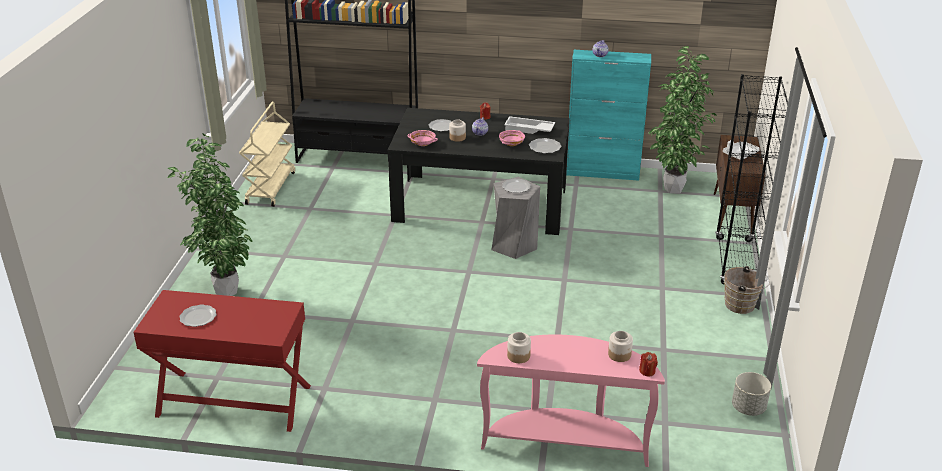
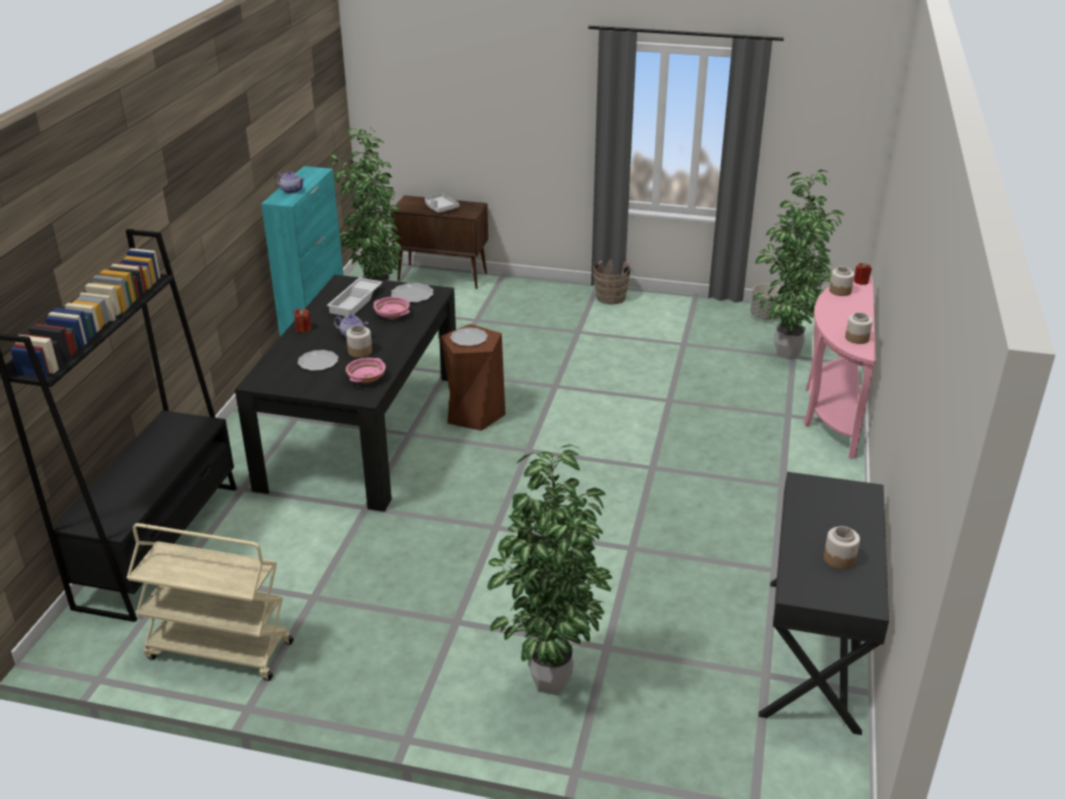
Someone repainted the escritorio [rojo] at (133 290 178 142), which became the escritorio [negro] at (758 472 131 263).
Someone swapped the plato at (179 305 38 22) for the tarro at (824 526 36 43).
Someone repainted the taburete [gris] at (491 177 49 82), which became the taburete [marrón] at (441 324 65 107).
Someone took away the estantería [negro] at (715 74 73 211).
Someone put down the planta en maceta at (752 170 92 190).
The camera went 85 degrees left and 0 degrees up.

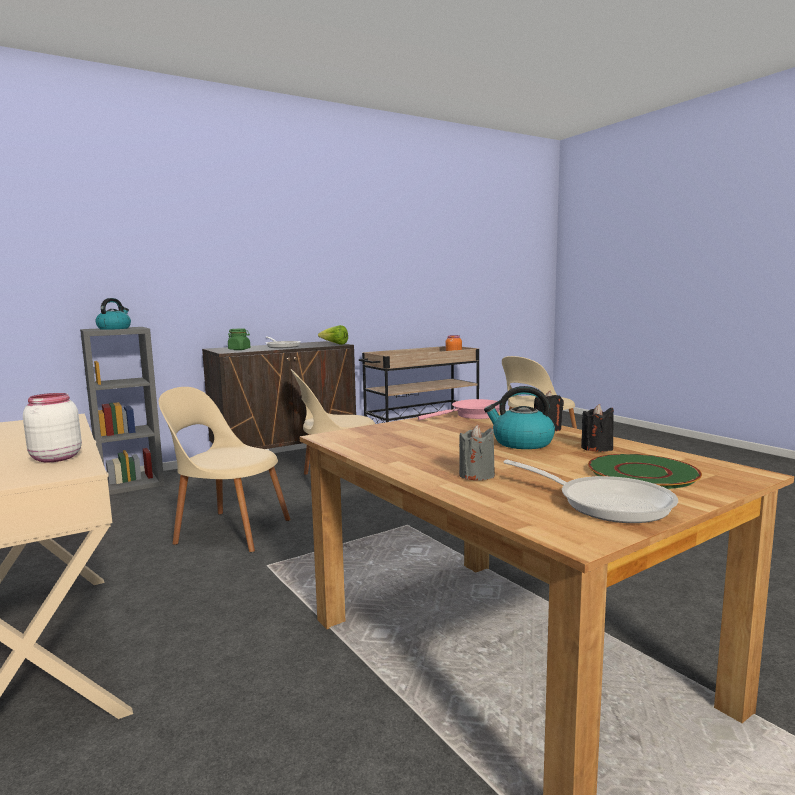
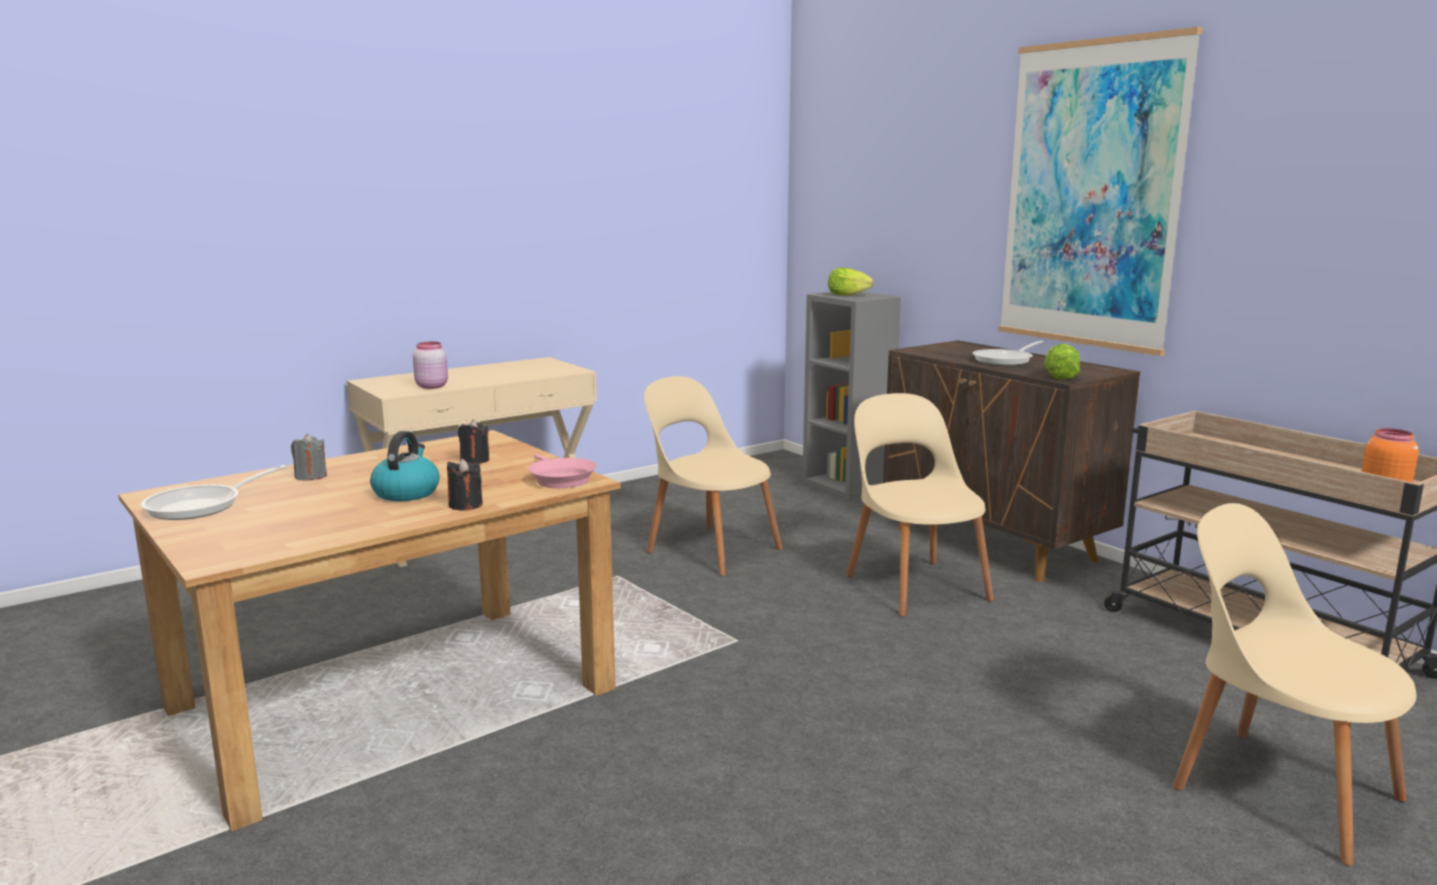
Someone repainted the tarro [blanco] at (23 393 59 69), which became the tarro [rosa] at (413 342 35 47).
Someone swapped the hervidor at (95 298 36 32) for the lechuga at (828 268 46 28).
Someone rotated the silla [beis] at (159 387 132 165) by 60 degrees counterclockwise.
Someone took away the tarro [verde] at (228 328 22 22).
Someone carried the vela [negro] from (581 404 33 48) to (458 419 31 45).
Someone took away the plato [verde] at (588 454 114 35).
Someone put up the cuadro at (998 27 204 329).
The camera went 85 degrees right and 5 degrees up.

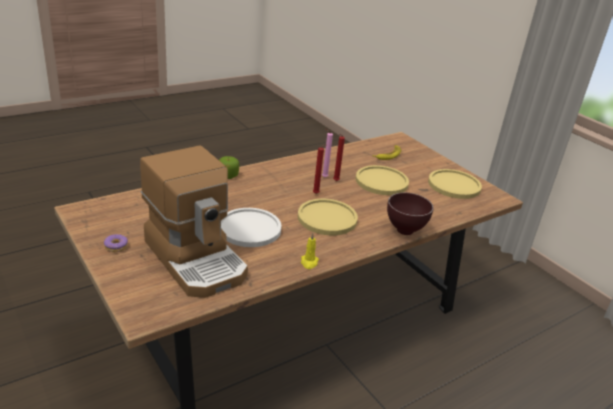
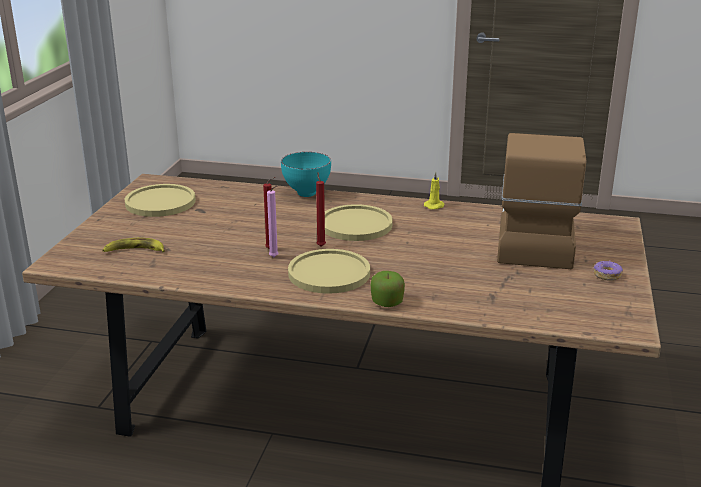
Someone took away the plato [blanco] at (221 208 60 39).
Someone carried the plato [amarillo] from (356 165 53 30) to (288 249 82 45).
Someone repainted the cuenco [marrón] at (387 192 47 43), which became the cuenco [turquesa] at (281 152 50 45).
The camera went 130 degrees left and 5 degrees down.

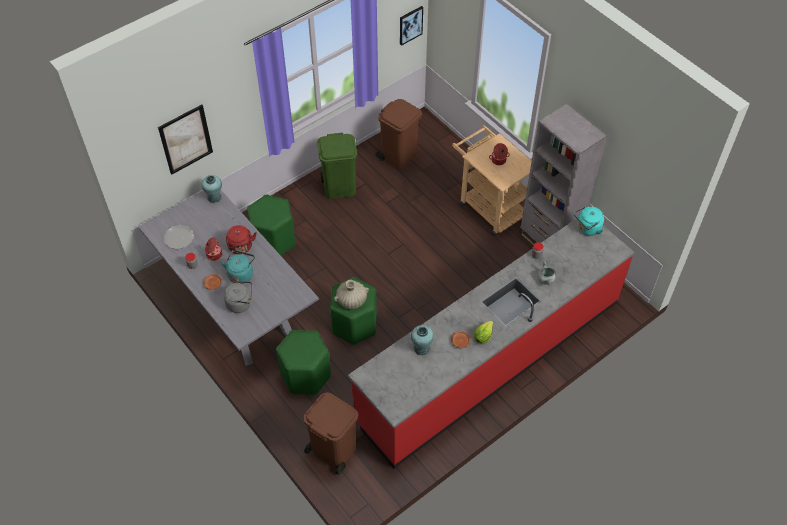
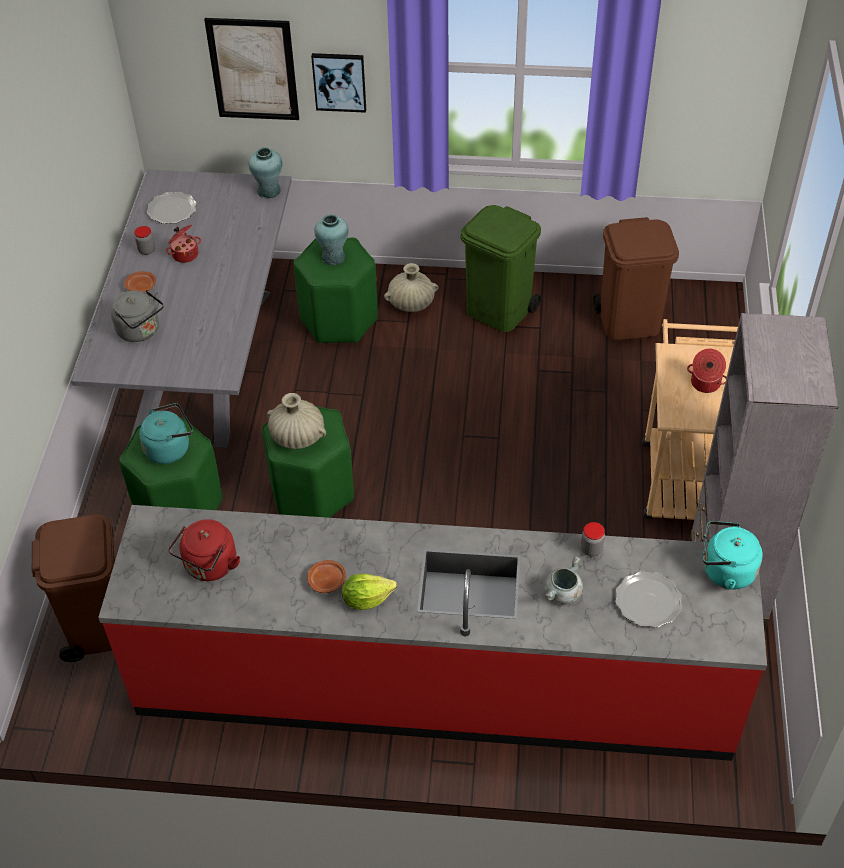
Someone carried the hervidor [turquesa] from (221 250 34 34) to (139 403 54 61).
Someone carried the hervidor [rojo] from (226 225 31 29) to (168 519 72 62).
Someone carried the cuadro from (400 6 23 40) to (311 53 55 60).
Someone carried the florero [turquesa] from (411 325 23 30) to (314 214 35 51).
Someone put down the florero [beis] at (384 263 54 49).
Someone put down the plato at (616 571 66 57).
The camera went 45 degrees right and 5 degrees down.

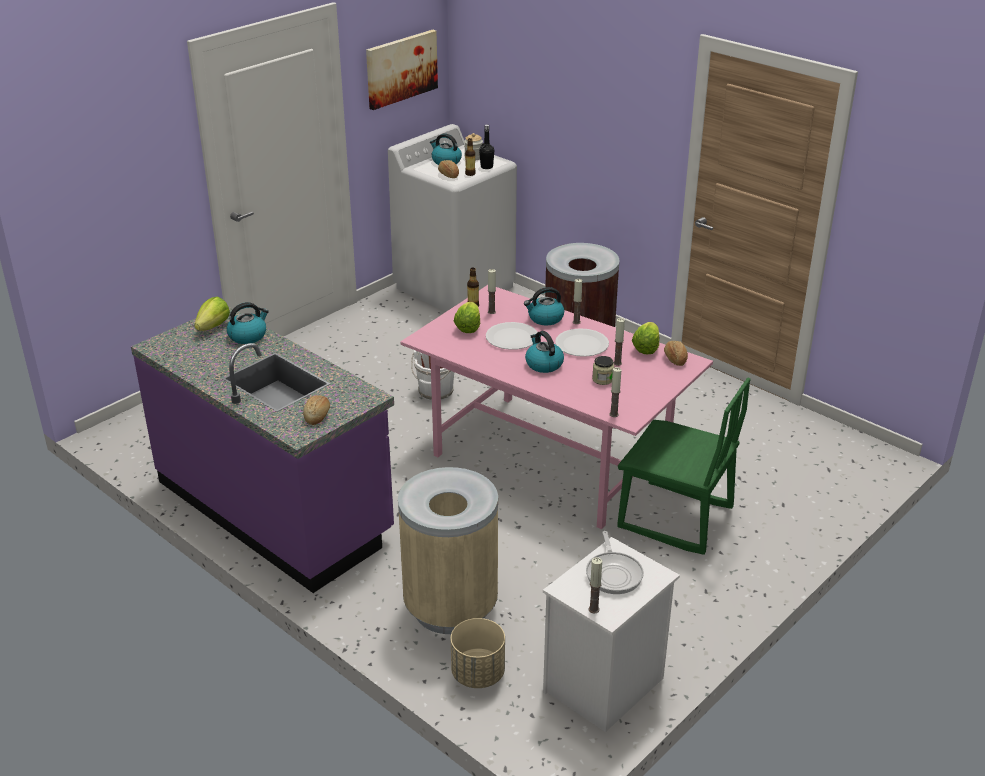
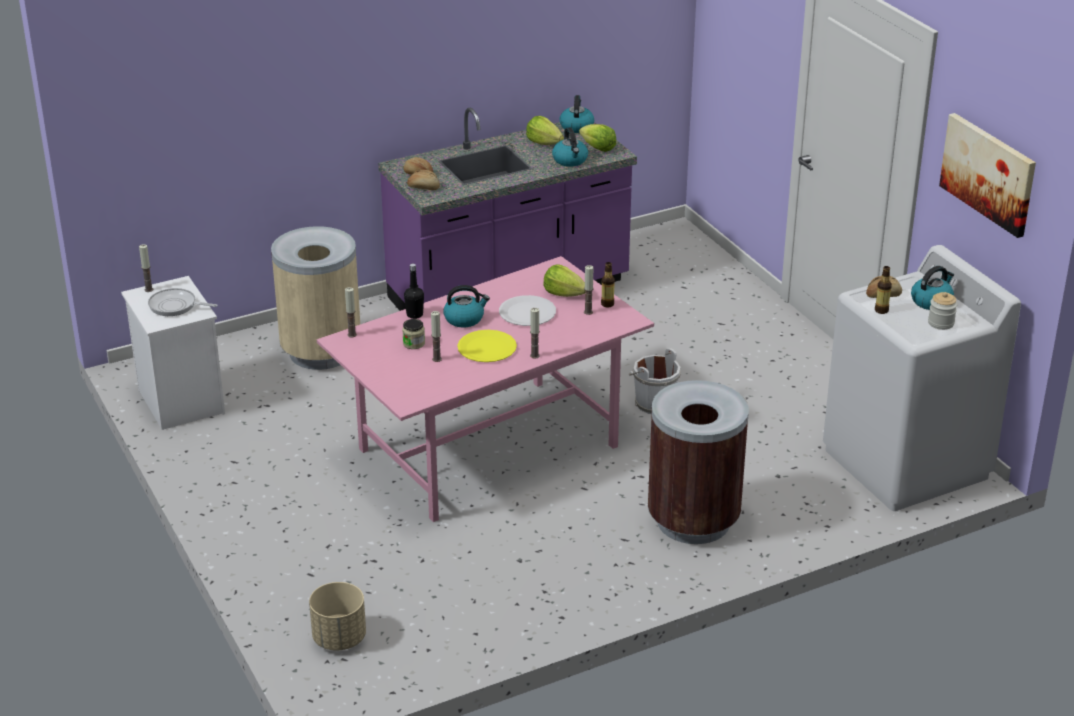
Someone carried the maceta [beis] from (451 618 54 70) to (309 582 57 68).
Someone carried the botella [negro] from (479 125 15 44) to (404 264 20 55).
Someone carried the hervidor from (524 287 40 38) to (560 95 34 38).
Someone repainted the plato [blanco] at (555 328 54 29), which became the plato [amarillo] at (457 330 60 32).
Someone took away the silla [verde] at (618 378 133 177).
Someone carried the lechuga from (632 322 27 32) to (526 116 38 29).
Someone carried the pan from (664 341 24 25) to (407 170 33 20).
The camera went 110 degrees right and 0 degrees up.

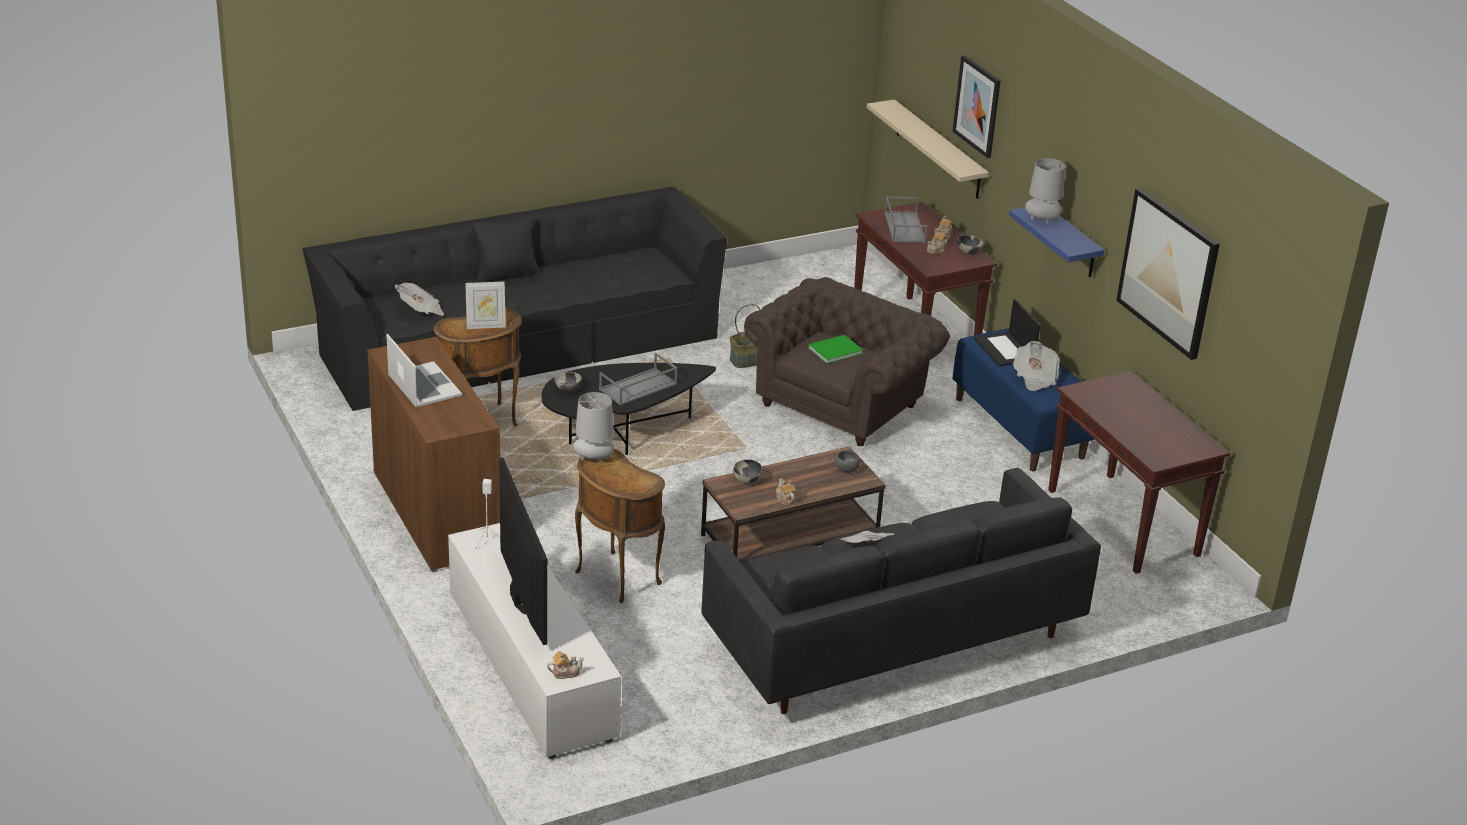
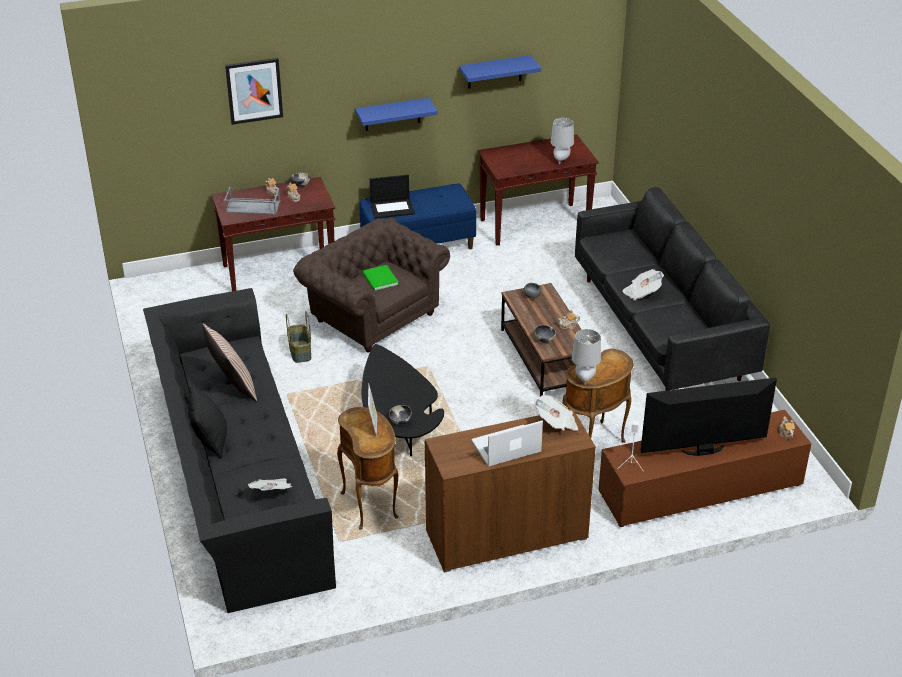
Someone repainted the mueble de televisión [blanco] at (448 523 173 236), which became the mueble de televisión [marrón] at (598 410 214 117).
Someone took away the bandeja [gris] at (599 353 79 52).
Someone took away the estante [beis] at (866 99 123 100).
Someone carried the periódico from (1013 341 47 50) to (534 395 45 36).
Someone carried the lámpara de mesa [gris] from (1025 158 40 66) to (551 118 23 46).
Someone swapped the cuadro at (1116 188 104 172) for the estante [azul] at (459 55 82 33).
Someone put down the cojín at (202 324 55 78).
The camera went 80 degrees left and 5 degrees up.

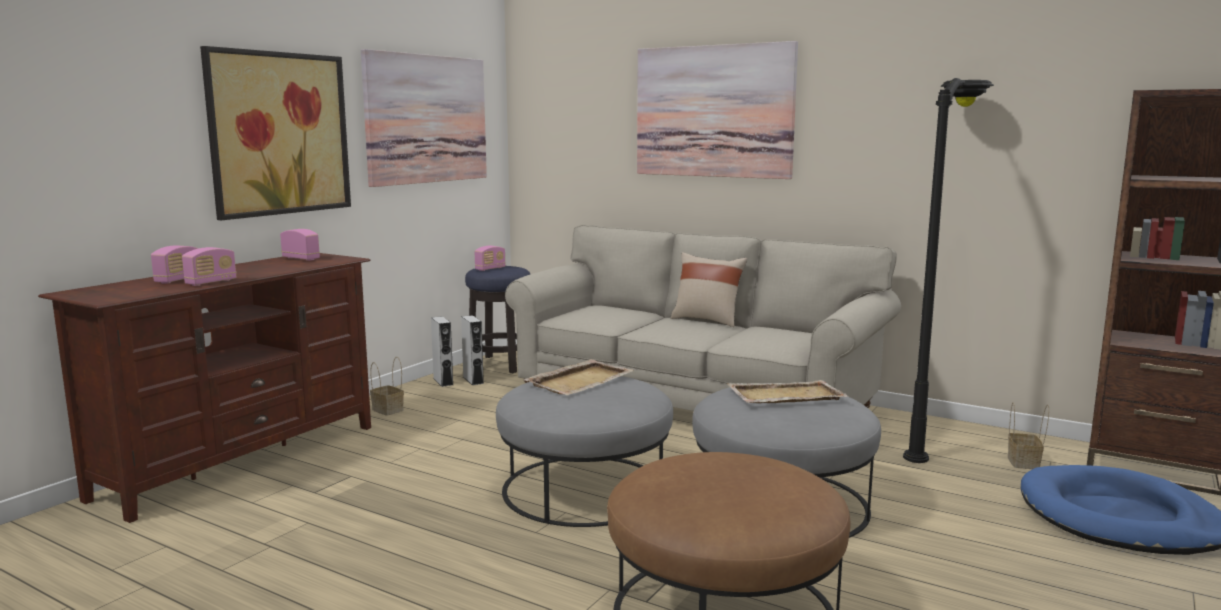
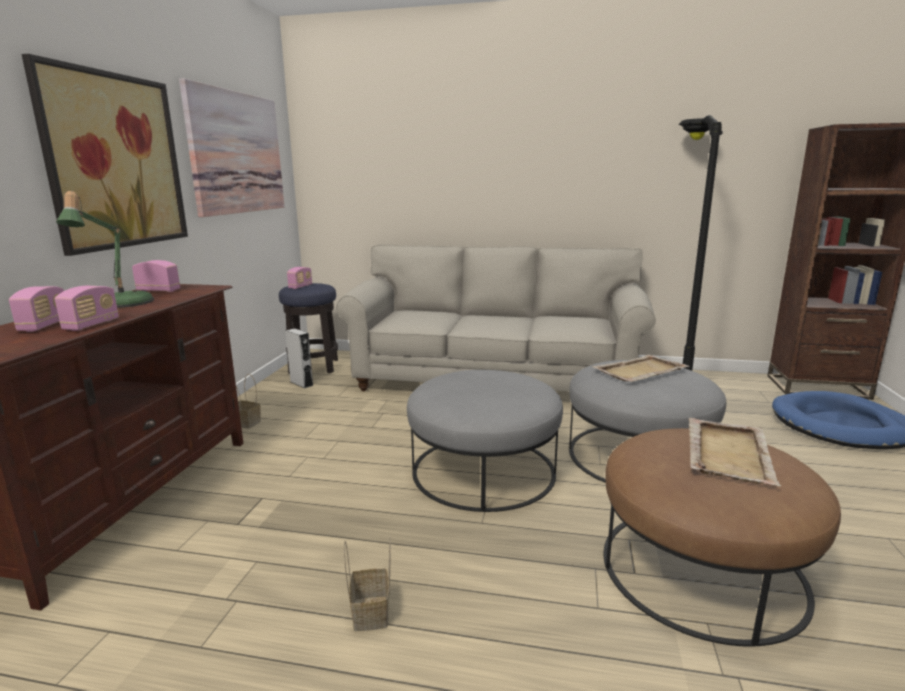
Someone took away the altavoz [gris] at (431 316 22 71).
Someone carried the bandeja [beis] from (524 359 110 36) to (689 418 92 68).
Someone took away the cuadro at (637 41 161 138).
Someone took away the cojín [beis] at (671 252 76 75).
Someone carried the cesta from (1008 402 41 67) to (344 537 47 94).
Someone put down the lámpara de mesa at (56 191 98 117).
The camera went 20 degrees left and 5 degrees up.

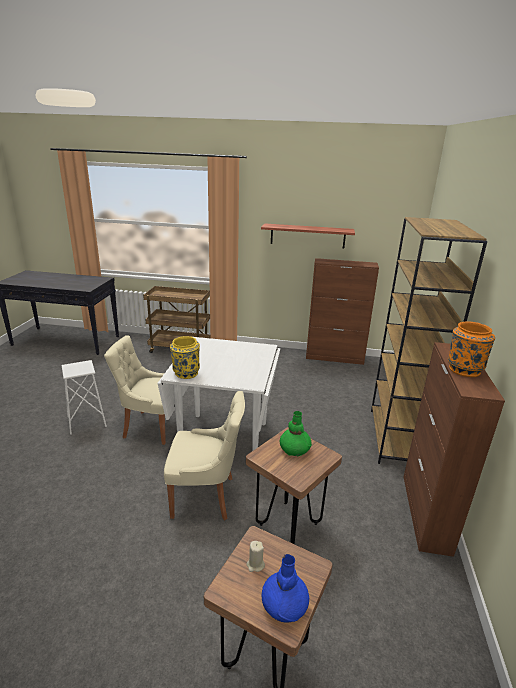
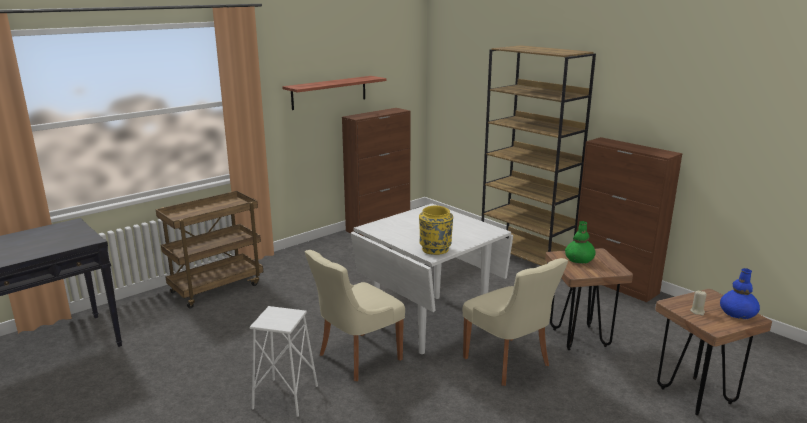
Someone rotated the silla [beis] at (164 391 81 129) by 105 degrees clockwise.
Someone took away the florero [naranja] at (448 322 47 55).
The camera went 50 degrees left and 5 degrees down.

